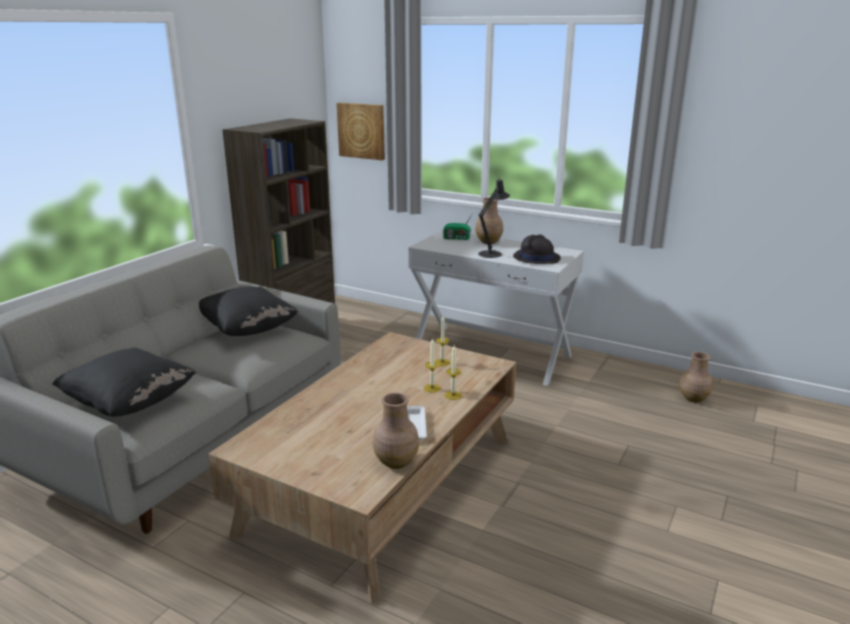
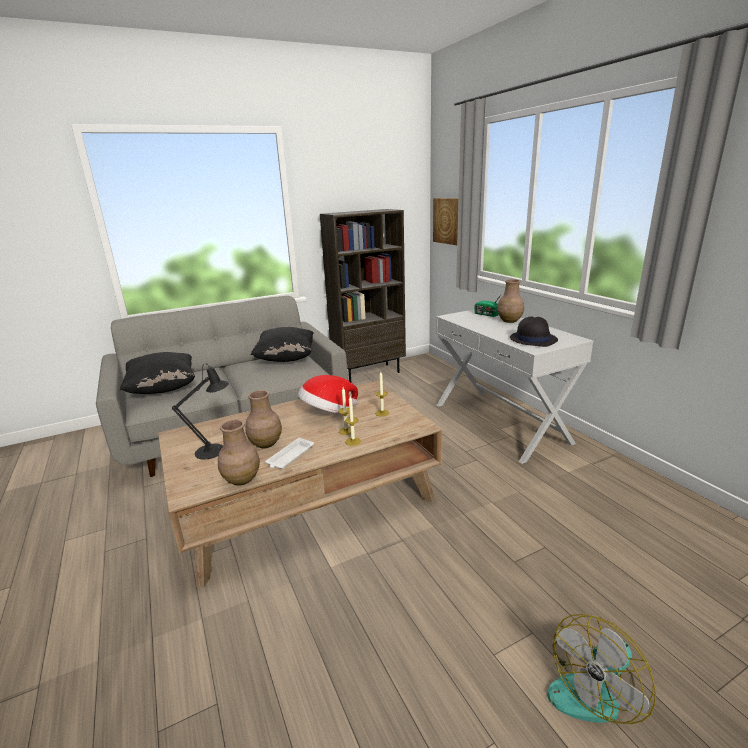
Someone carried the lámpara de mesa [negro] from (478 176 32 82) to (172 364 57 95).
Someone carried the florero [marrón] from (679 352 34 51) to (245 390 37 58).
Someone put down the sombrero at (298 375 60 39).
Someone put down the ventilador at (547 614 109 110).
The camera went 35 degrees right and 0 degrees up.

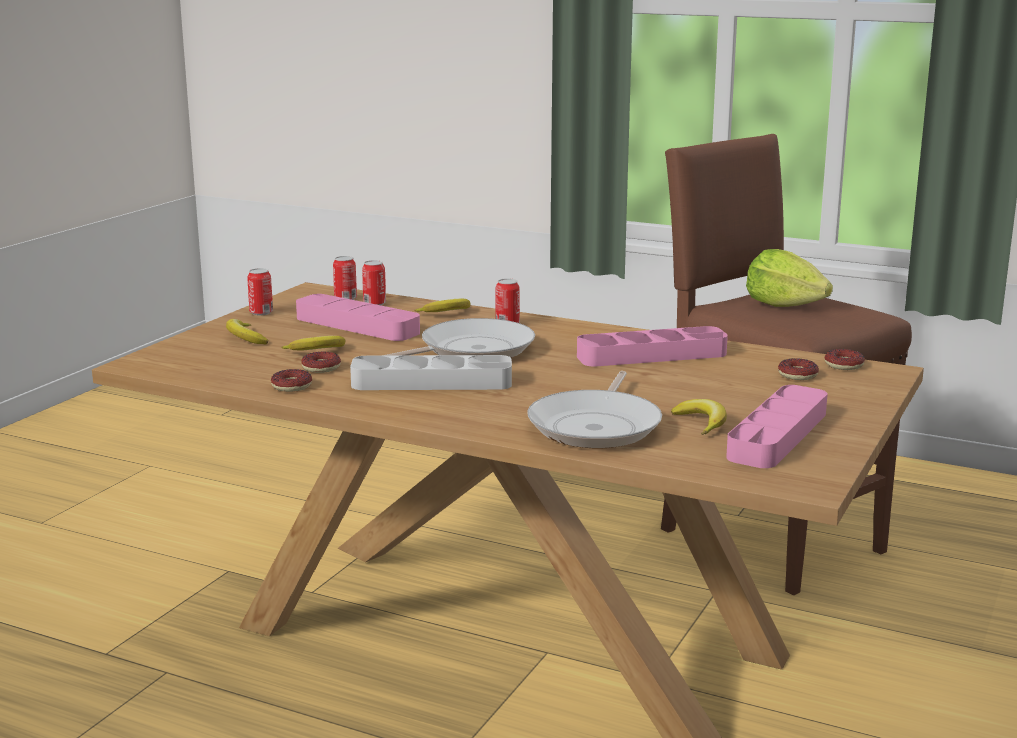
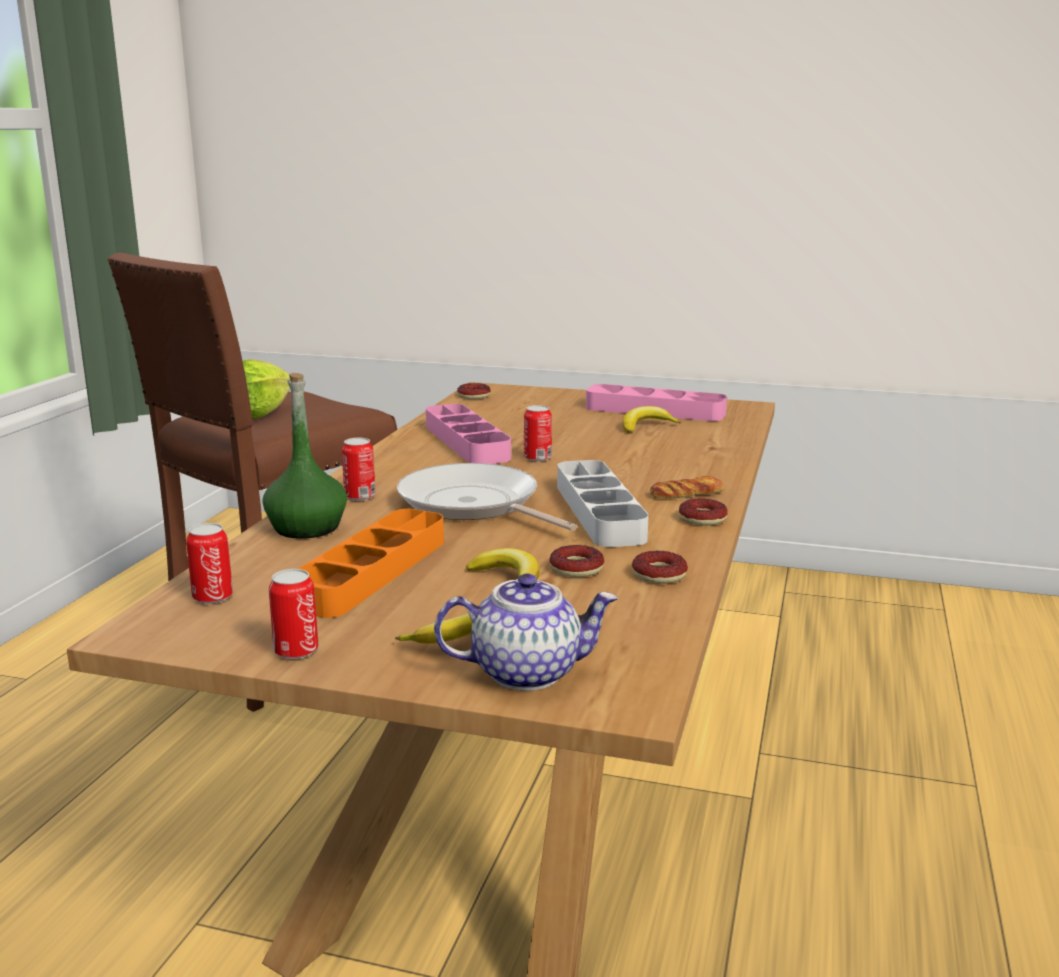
Someone repainted the bandeja [rosa] at (296 294 124 47), which became the bandeja [naranja] at (298 509 146 109).
Someone carried the lata from (362 260 24 45) to (524 405 28 57).
Someone swapped the plátano at (414 299 56 13) for the botella [verde] at (263 373 84 166).
Someone took away the sartén at (527 371 135 77).
Someone carried the rosquilla from (778 358 41 22) to (679 498 49 28).
Someone put down the tetera at (434 573 184 118).
Someone put down the pan at (650 476 74 22).
The camera went 100 degrees left and 0 degrees up.

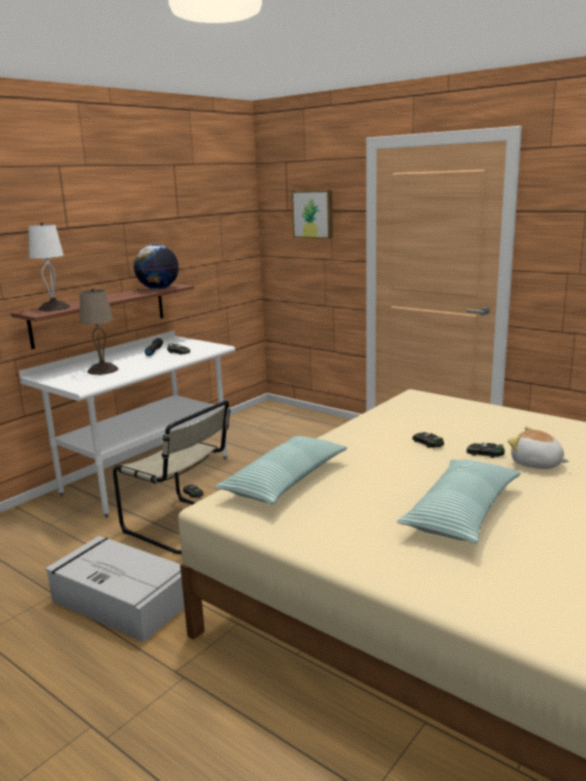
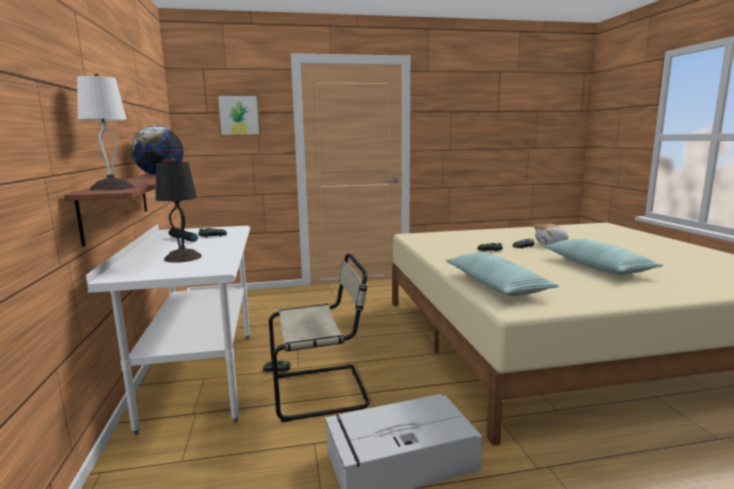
Someone repainted the lámpara de mesa [beis] at (80 288 38 87), which became the lámpara de mesa [negro] at (156 159 46 104).
The camera went 50 degrees left and 5 degrees down.

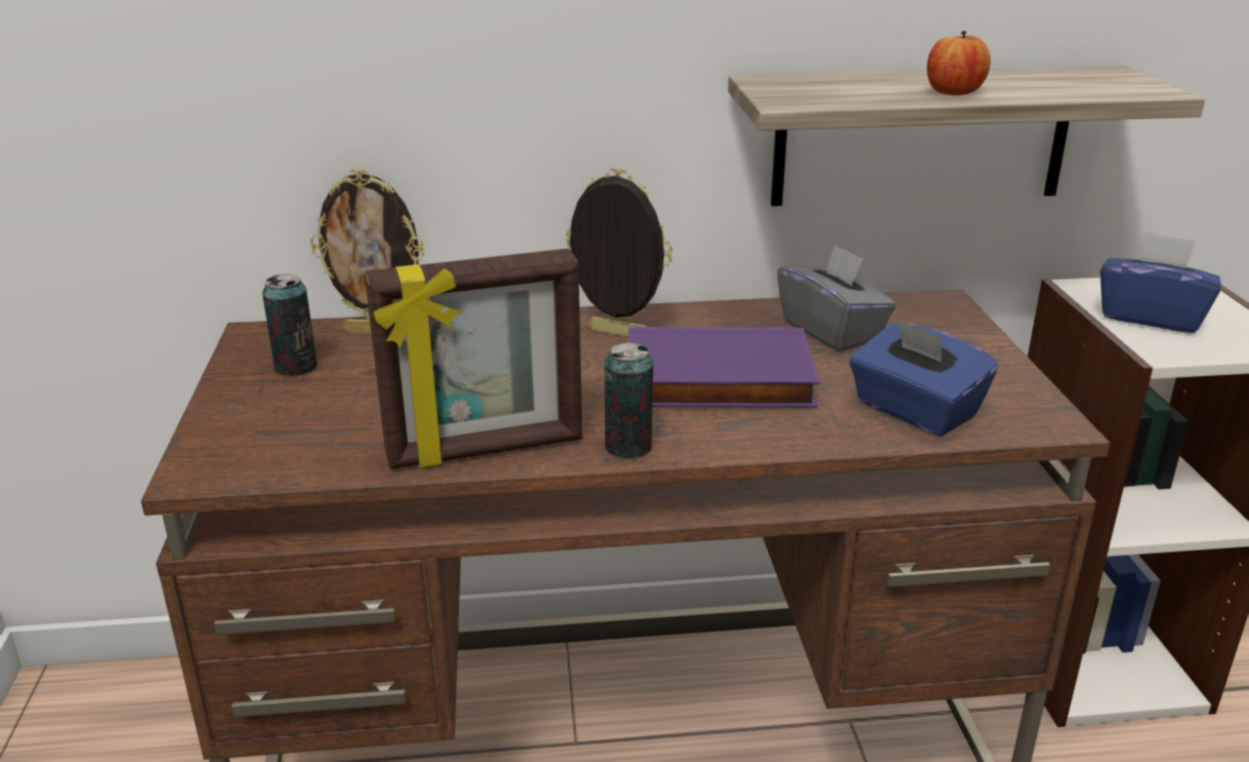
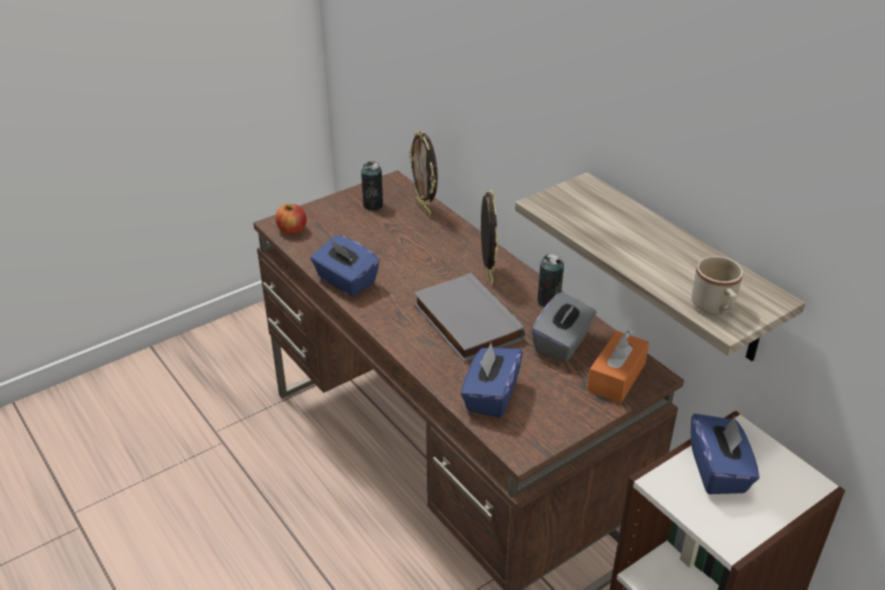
Someone swapped the portarretratos at (364 248 218 221) for the caja de pañuelos [azul] at (310 235 70 61).
Someone carried the lata from (604 342 49 116) to (537 253 27 55).
Someone repainted the libro [morado] at (628 327 192 81), which became the libro [gris] at (414 273 111 89).
Someone carried the manzana from (927 31 64 64) to (275 204 32 30).
Someone put down the caja de pañuelos [naranja] at (587 330 62 73).
Someone put down the taza grande [beis] at (692 256 51 59).
The camera went 60 degrees right and 10 degrees up.

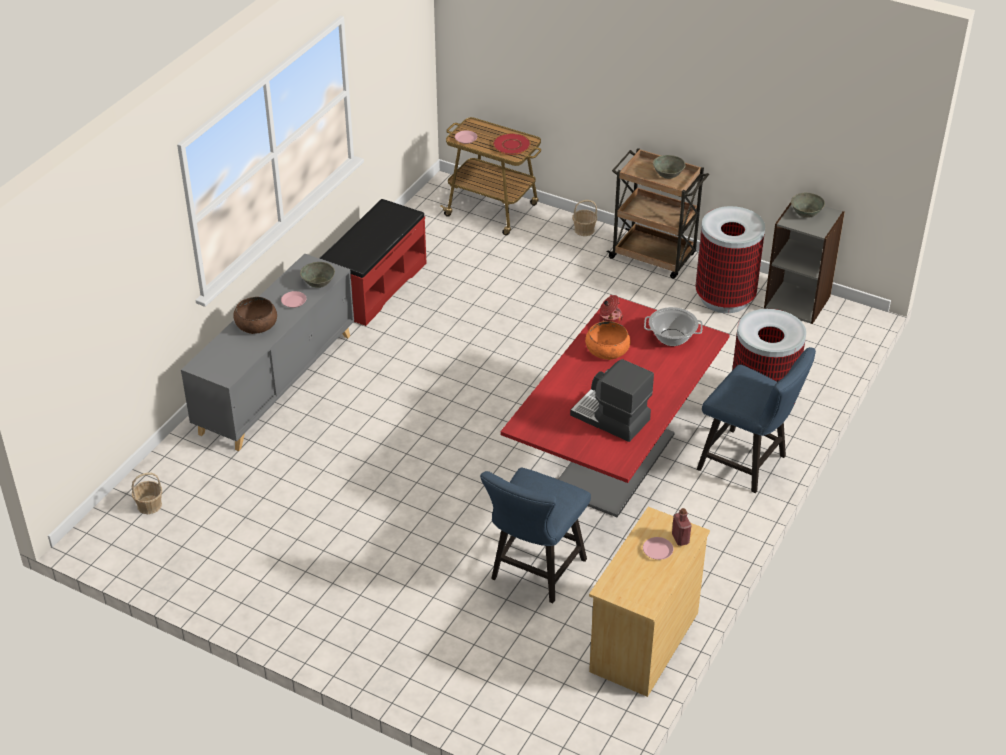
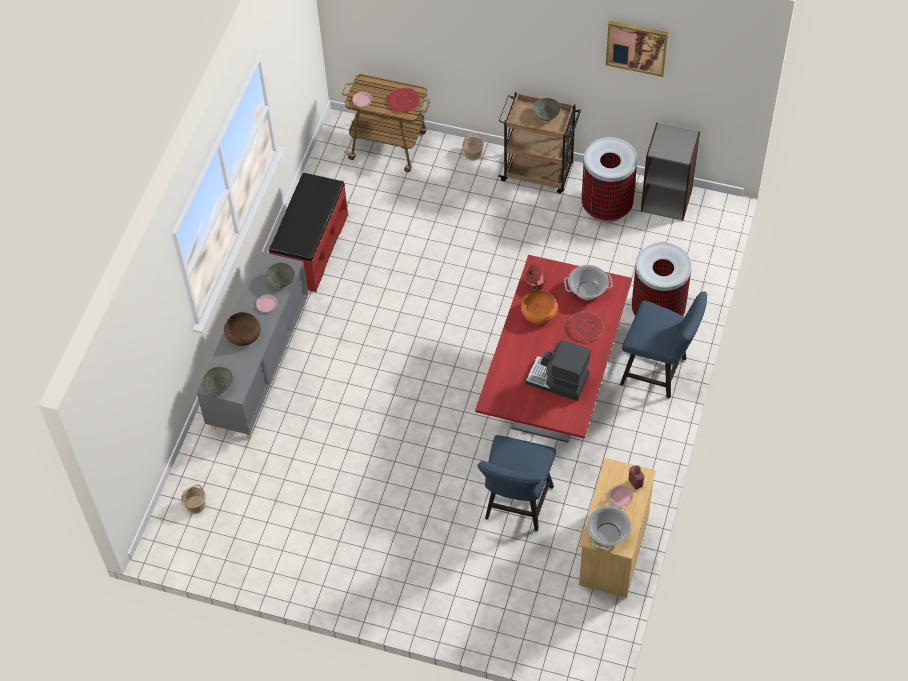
Someone carried the cuenco [gris] from (791 193 34 24) to (202 367 31 27).
Someone put down the plato [rojo] at (567 311 36 31).
Someone put down the olla at (587 503 44 47).
Someone put up the cuadro at (606 21 63 56).
The camera went 10 degrees left and 15 degrees up.

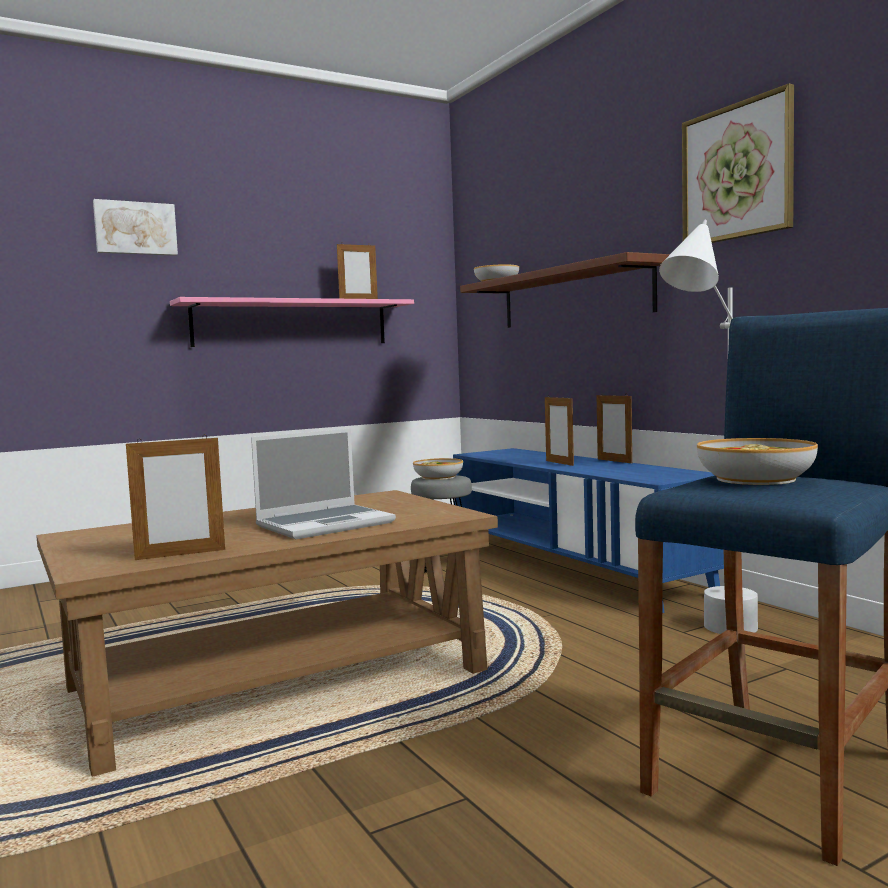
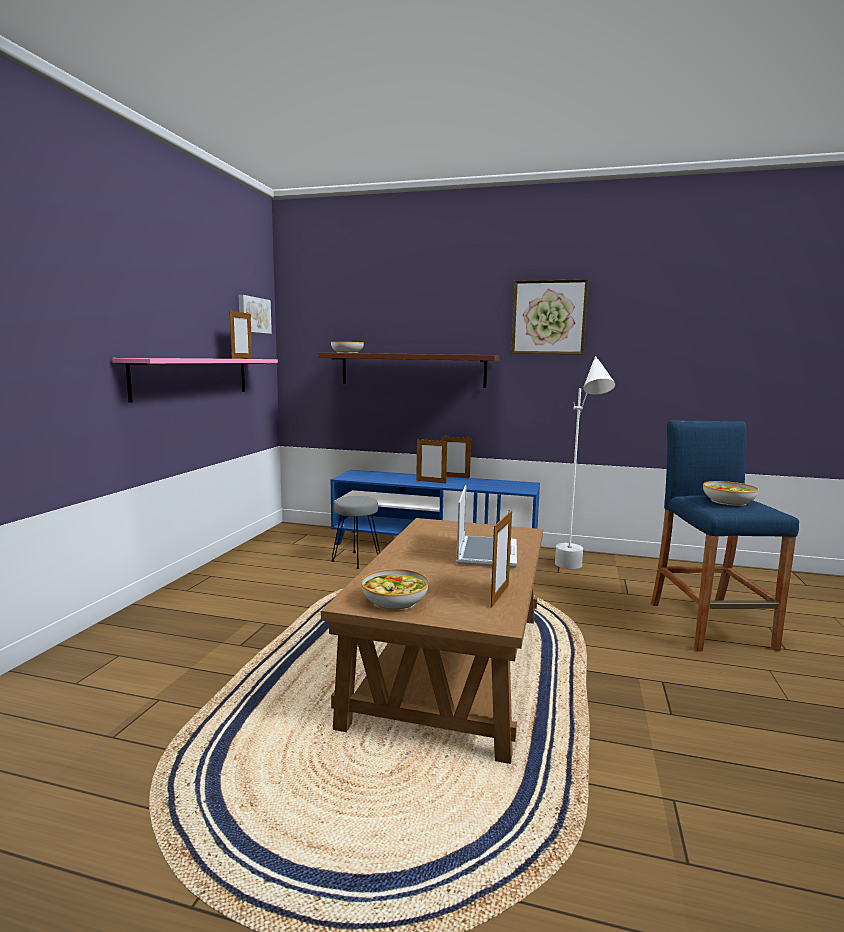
Someone carried the cuadro from (93 199 85 57) to (239 295 33 39).
Someone carried the cuenco from (413 458 50 22) to (361 569 68 42).
The camera went 45 degrees left and 5 degrees up.

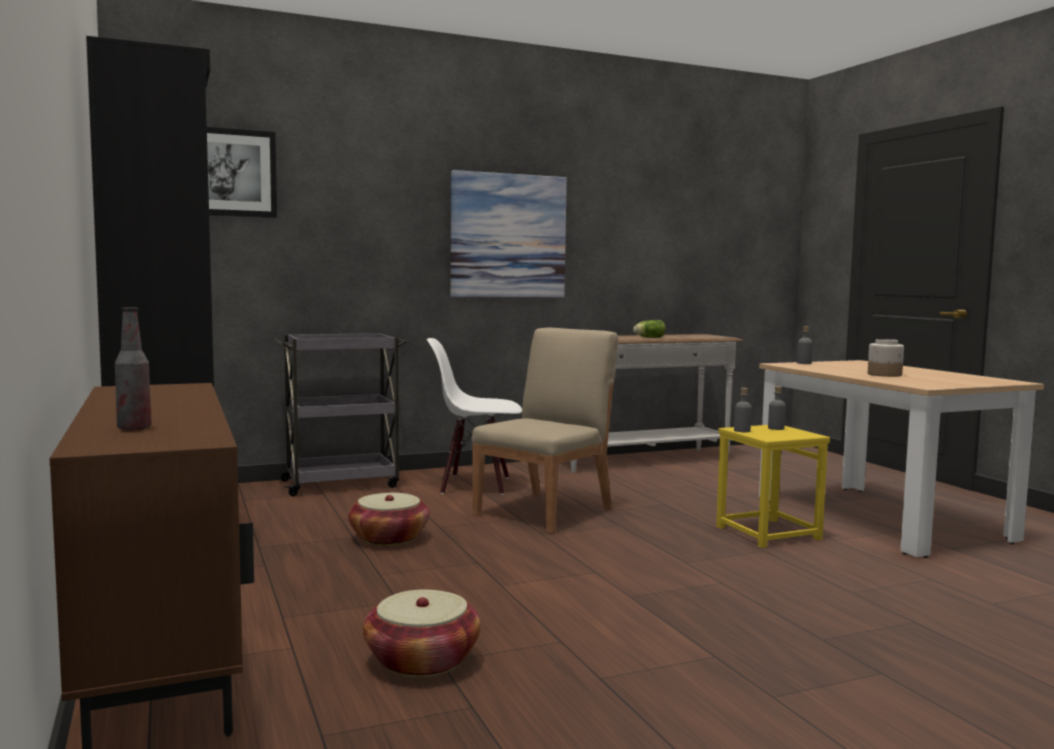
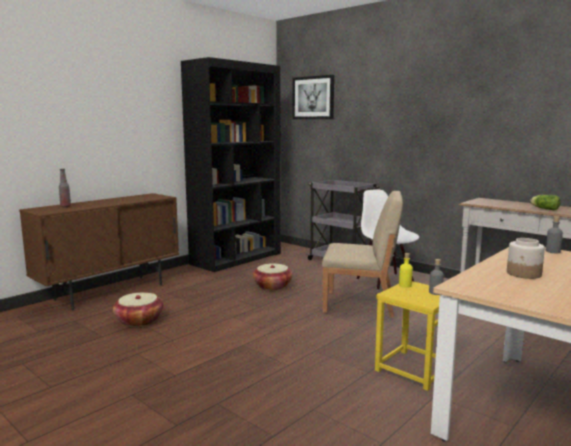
Someone took away the cuadro at (450 170 117 127).
Someone repainted the botella [gris] at (734 388 18 44), which became the botella [amarillo] at (399 253 14 35).
The camera went 65 degrees right and 5 degrees up.

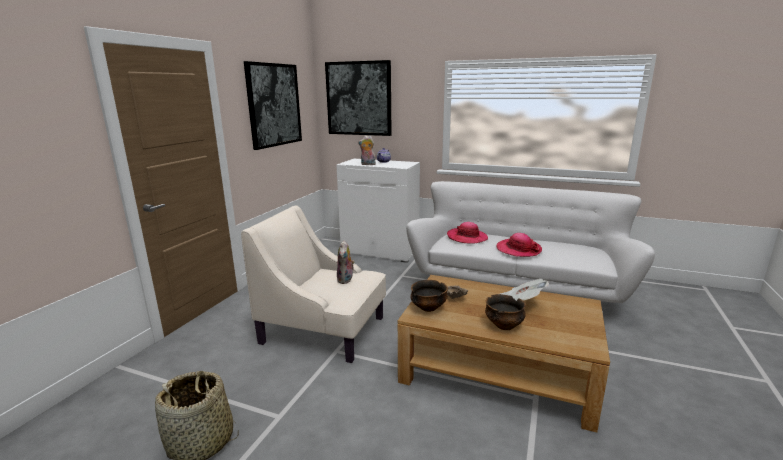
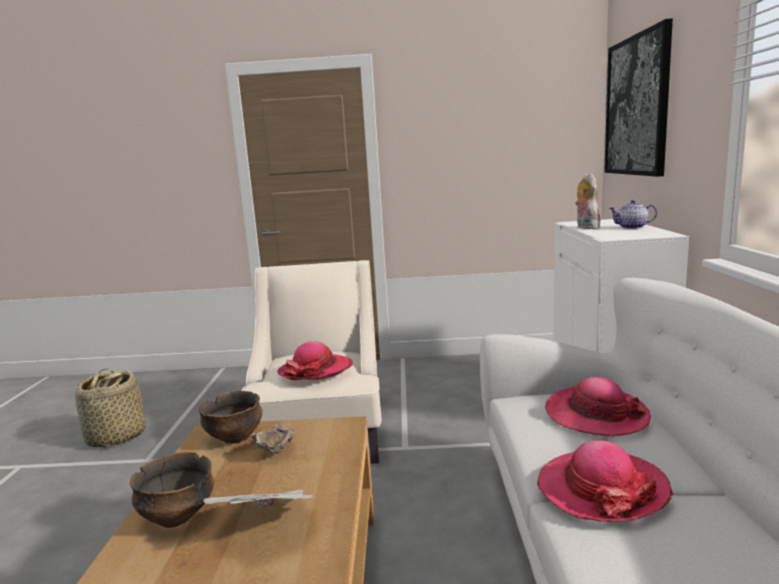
Someone took away the cuadro at (244 61 58 89).
Someone swapped the peluche at (337 240 18 44) for the sombrero at (277 341 75 39).
The camera went 70 degrees right and 5 degrees down.

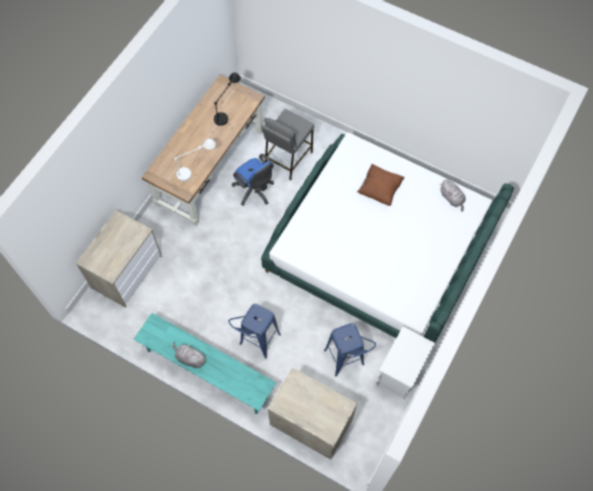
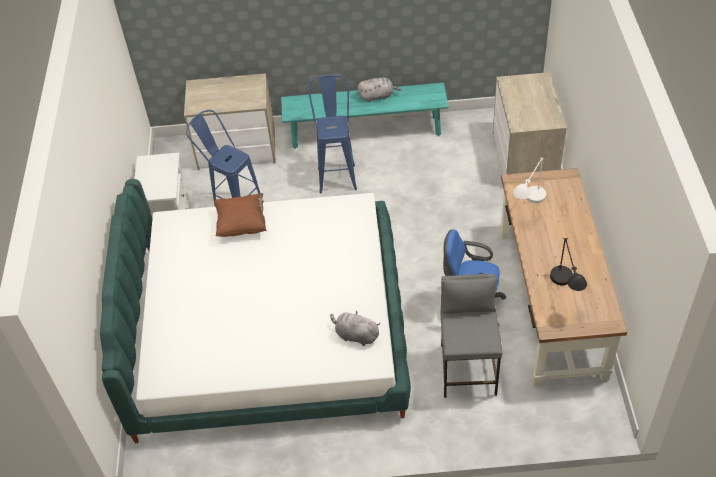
Someone carried the cojín [marrón] from (357 164 48 42) to (214 193 53 44).
Someone carried the peluche [gris] from (440 179 26 33) to (330 311 50 35).
The camera went 150 degrees right and 15 degrees down.

